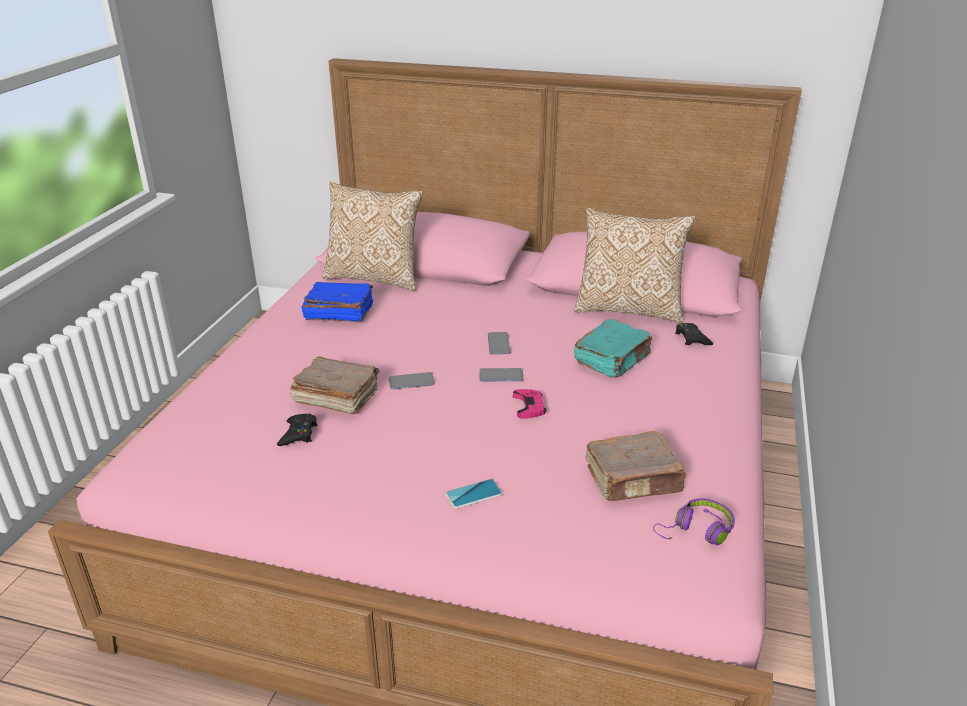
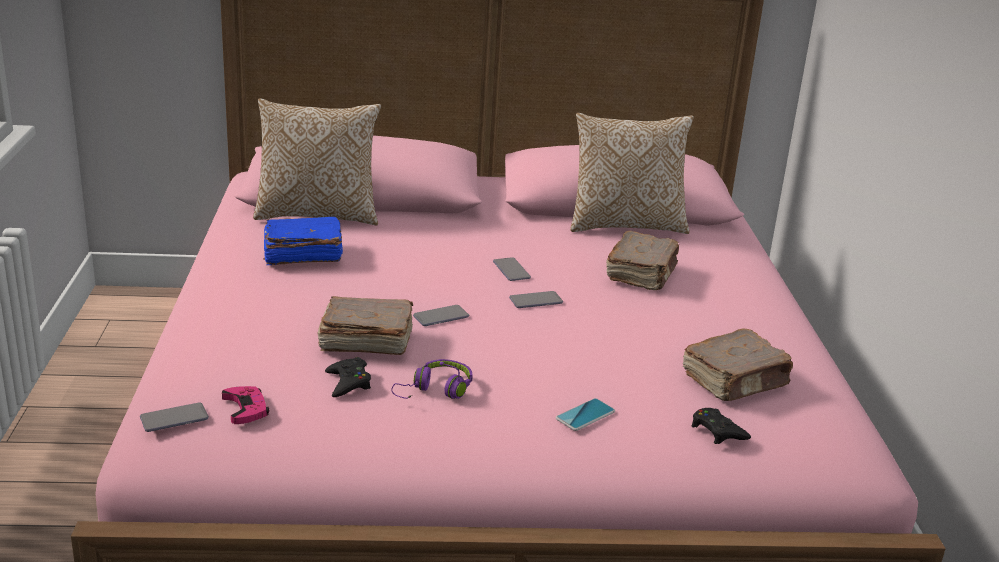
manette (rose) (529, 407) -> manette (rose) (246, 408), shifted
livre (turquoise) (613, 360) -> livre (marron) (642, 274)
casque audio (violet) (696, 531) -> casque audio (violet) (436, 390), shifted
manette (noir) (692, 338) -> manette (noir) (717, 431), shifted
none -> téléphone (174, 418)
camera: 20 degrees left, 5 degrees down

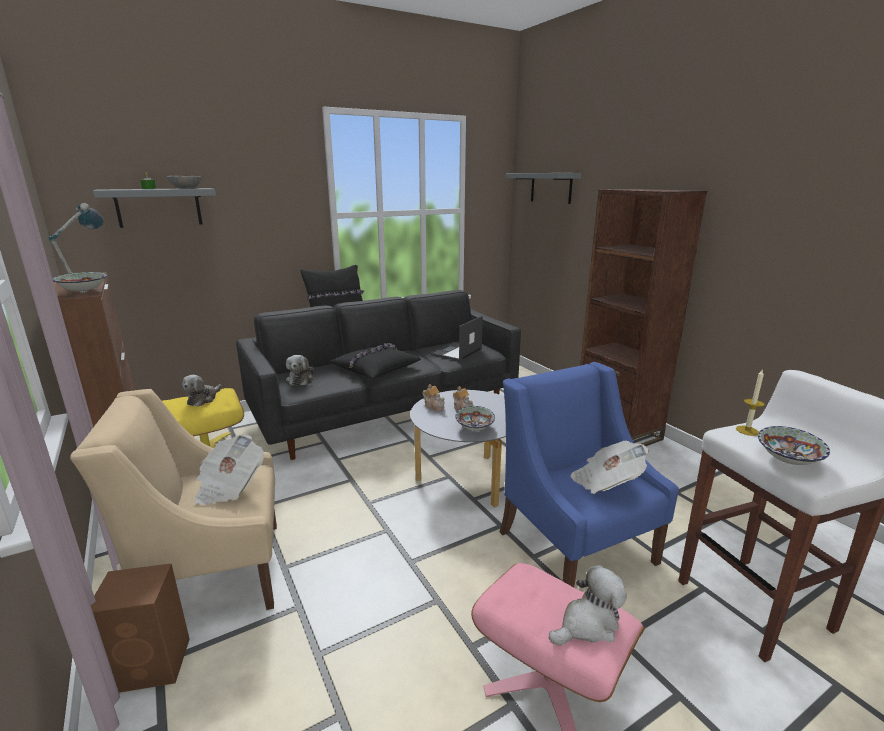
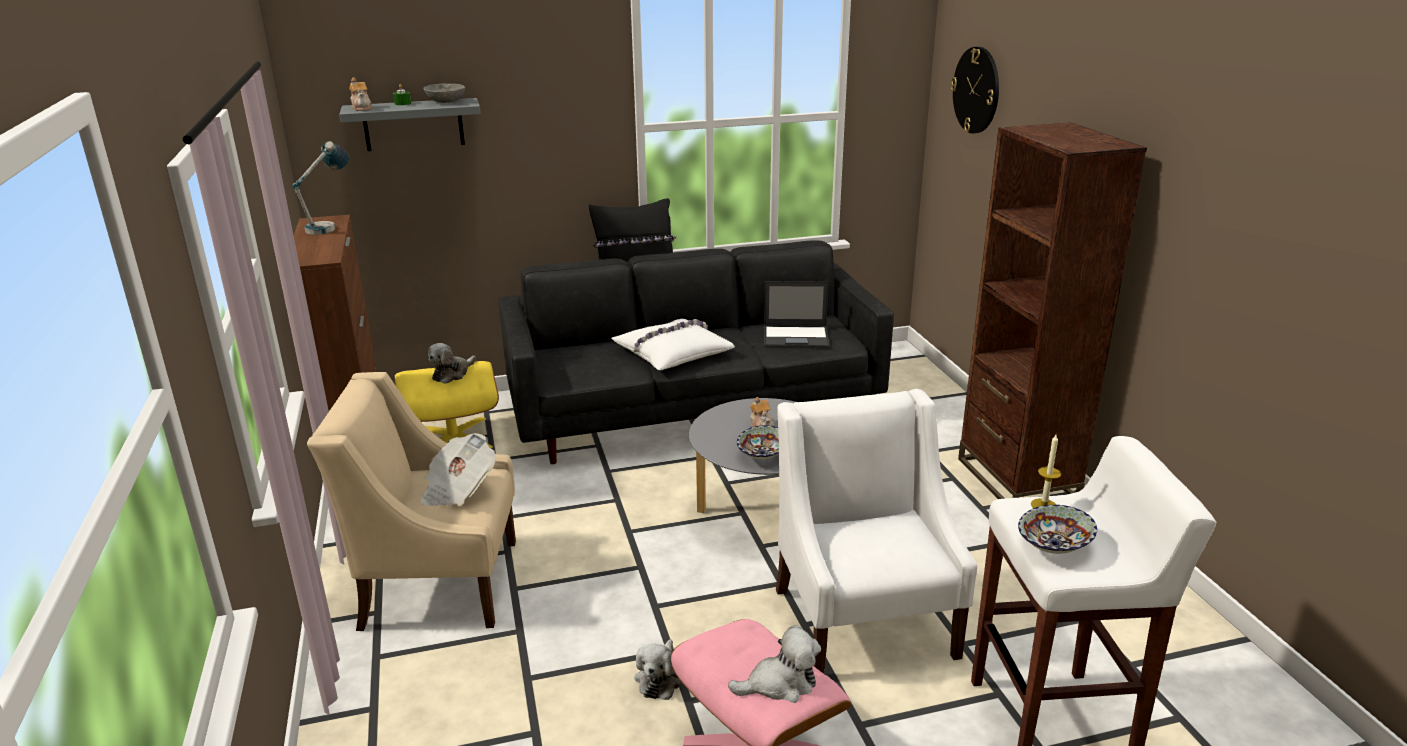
bol (83, 292) -> none
enceinte (marron) (154, 664) -> none
peluche (300, 379) -> peluche (660, 678), shifted
coussin (noir) (375, 368) -> coussin (blanc) (672, 353)
théière (434, 406) -> théière (362, 108), shifted
ordinateur portable (456, 352) -> ordinateur portable (796, 337), 135 degrees counterclockwise
fauteuil (bleu) (575, 545) -> fauteuil (blanc) (864, 620)
étagère (gris) (551, 187) -> horloge murale (976, 90)
journal (606, 482) -> none
camera: 15 degrees right, 5 degrees up

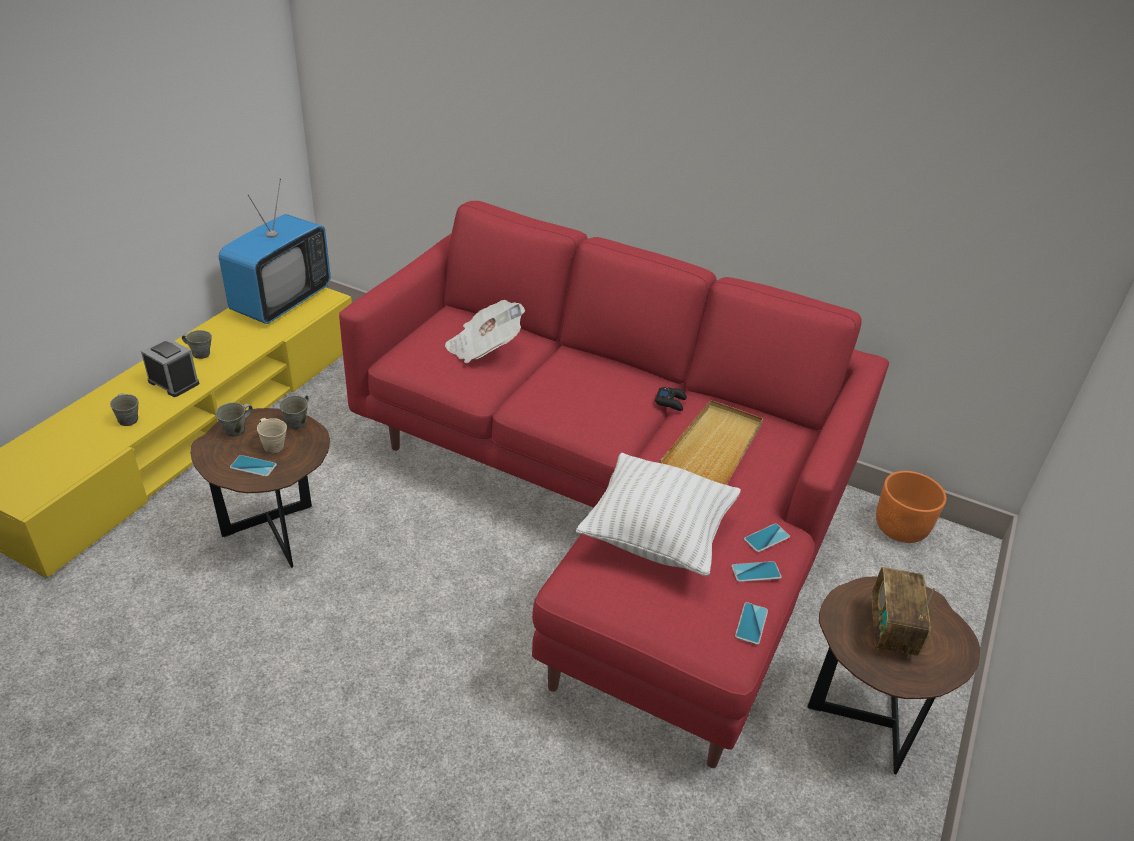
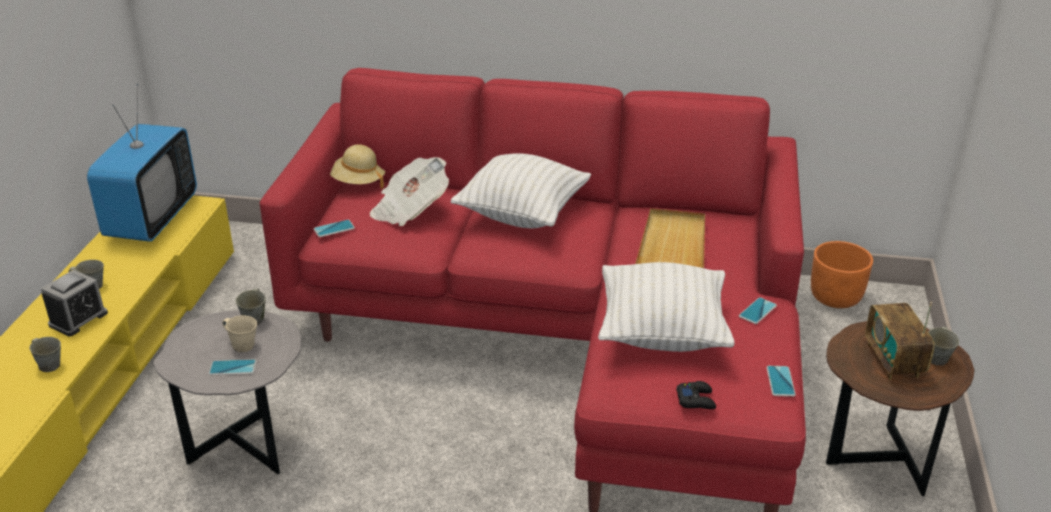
réveil (173, 382) -> réveil (78, 319), 105 degrees clockwise
table d'appoint (marron) (278, 538) -> table d'appoint (gris) (249, 451)
mug (gris) (236, 430) -> mug (gris) (937, 358), shifted
manette (noir) (670, 402) -> manette (noir) (696, 400), shifted
téléphone (756, 572) -> téléphone (334, 229), shifted
none -> chapeau (beige) (358, 182)
none -> coussin (blanc) (522, 214)
camera: 15 degrees left, 5 degrees down

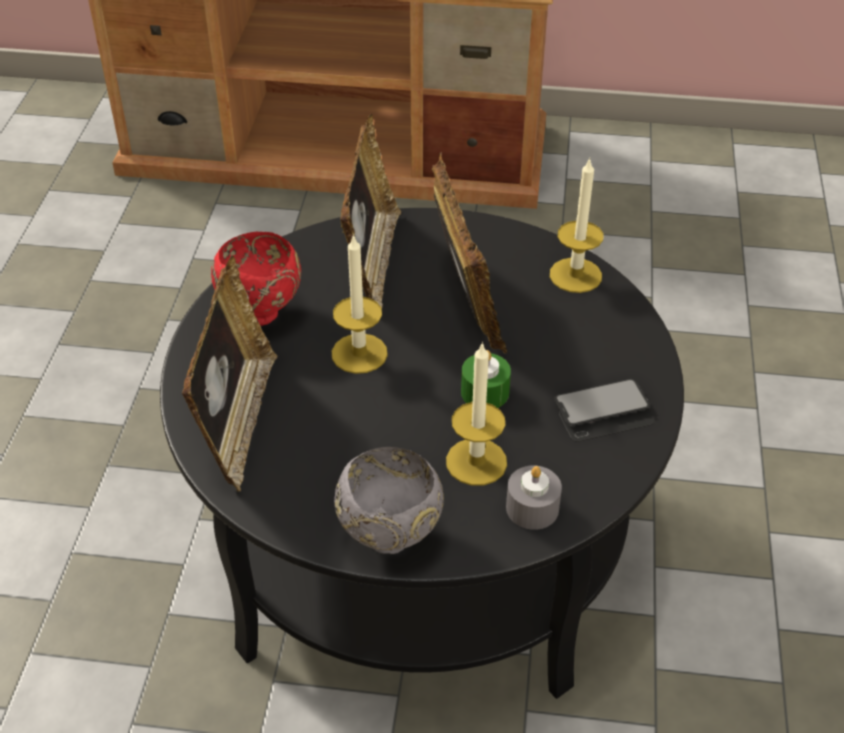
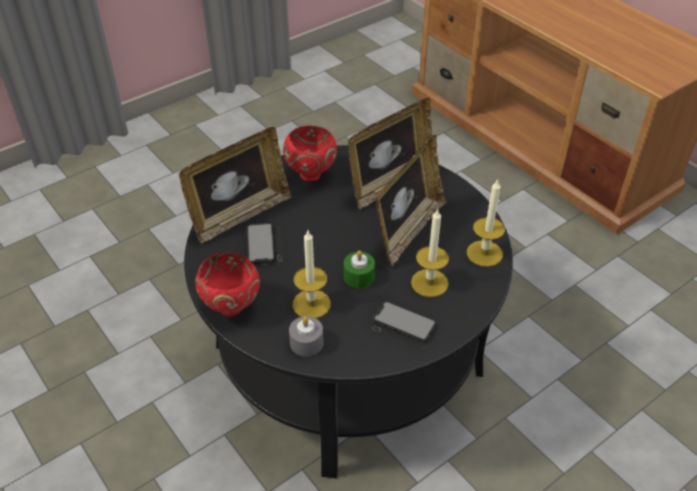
bougie (359, 353) -> bougie (429, 283), shifted
bol (gris) (391, 538) -> bol (rouge) (232, 308)
none -> téléphone (265, 245)
camera: 45 degrees right, 0 degrees up

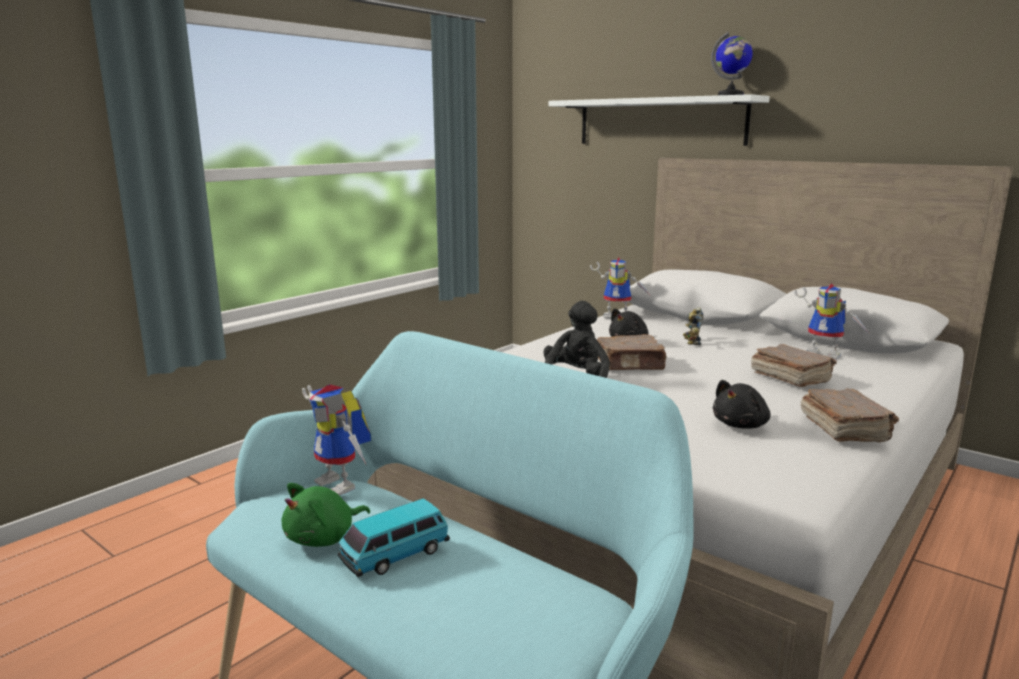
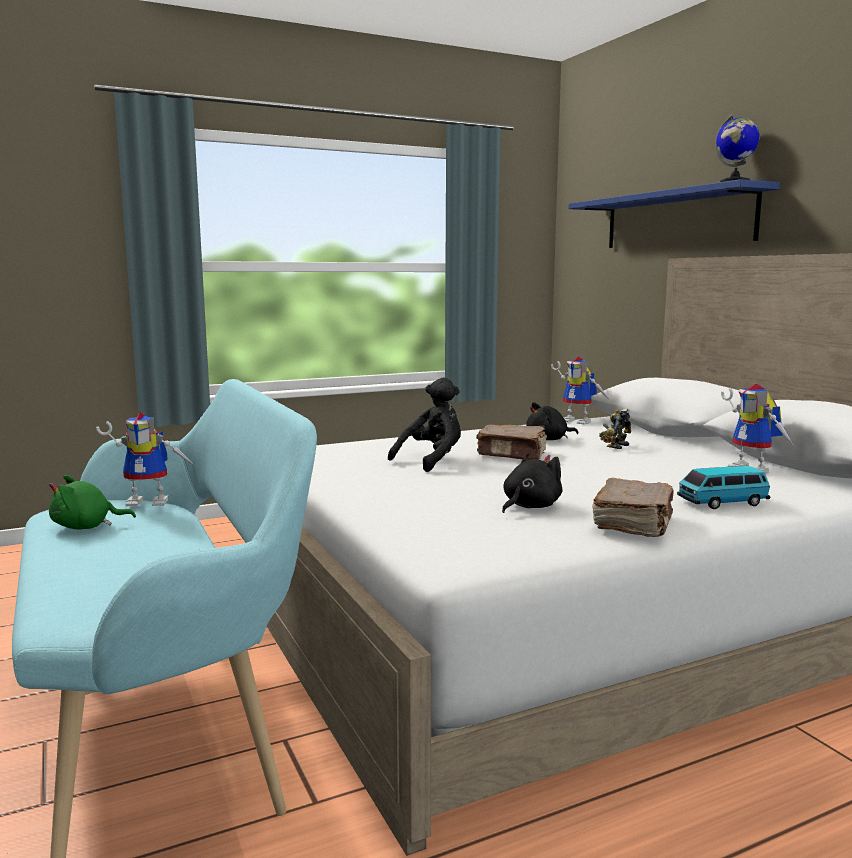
robot jouet (343, 484) -> robot jouet (152, 501), 75 degrees counterclockwise
petite voiture (395, 555) -> petite voiture (722, 503), shifted
étagère (blanc) (660, 122) -> étagère (bleu) (677, 220)
peluche (noir) (741, 425) -> peluche (noir) (529, 506), 150 degrees clockwise
livre (marron) (790, 378) -> none
camera: 25 degrees right, 5 degrees down

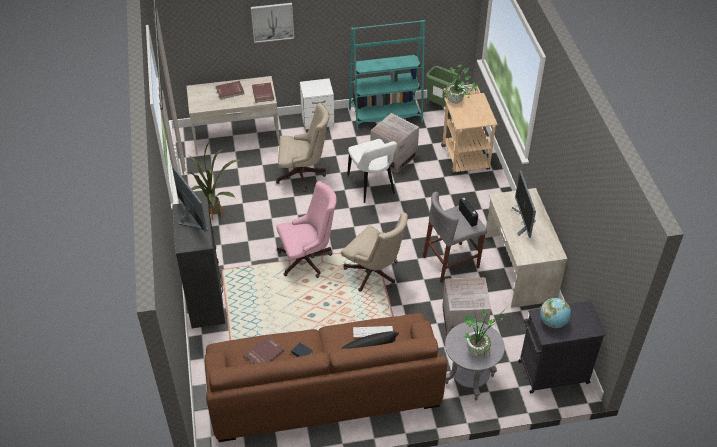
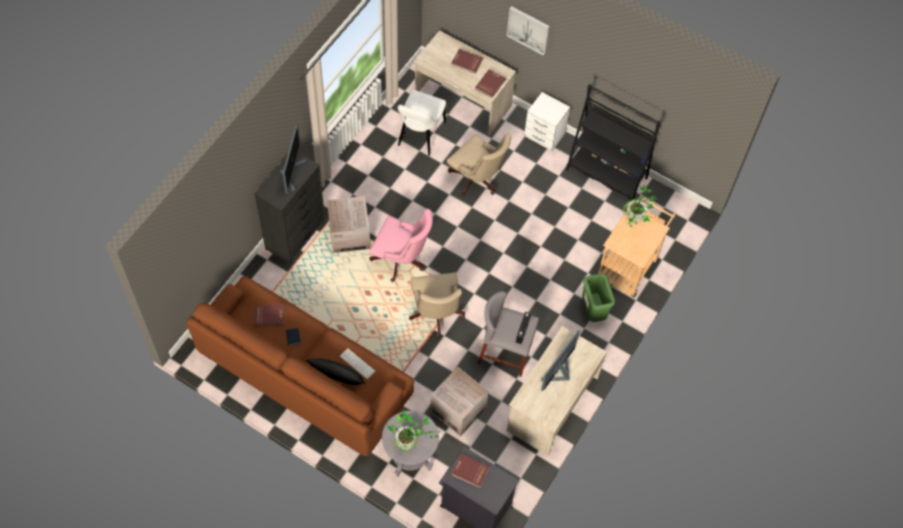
plante en pot (215, 217) -> none
chaise (blanc) (372, 186) -> chaise (blanc) (420, 136), shifted
bibliothèque (turquoise) (385, 115) -> bibliothèque (noir) (606, 174)
carton (393, 156) -> carton (349, 235), shifted
poubelle (vert) (441, 106) -> poubelle (vert) (593, 312), shifted
globe (553, 322) -> livre (rouge) (470, 471)
camera: 40 degrees right, 15 degrees up

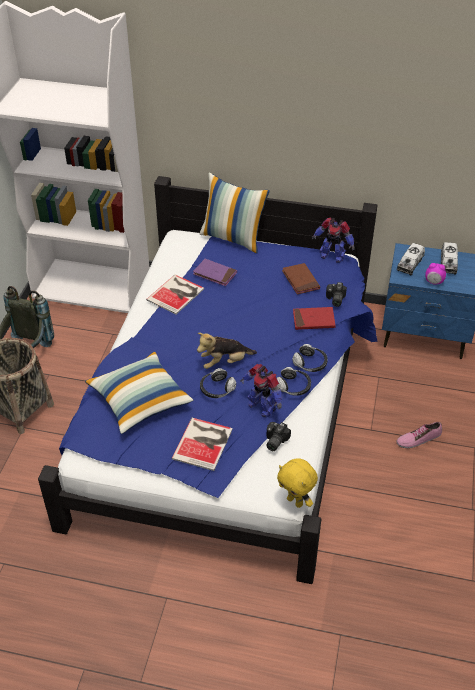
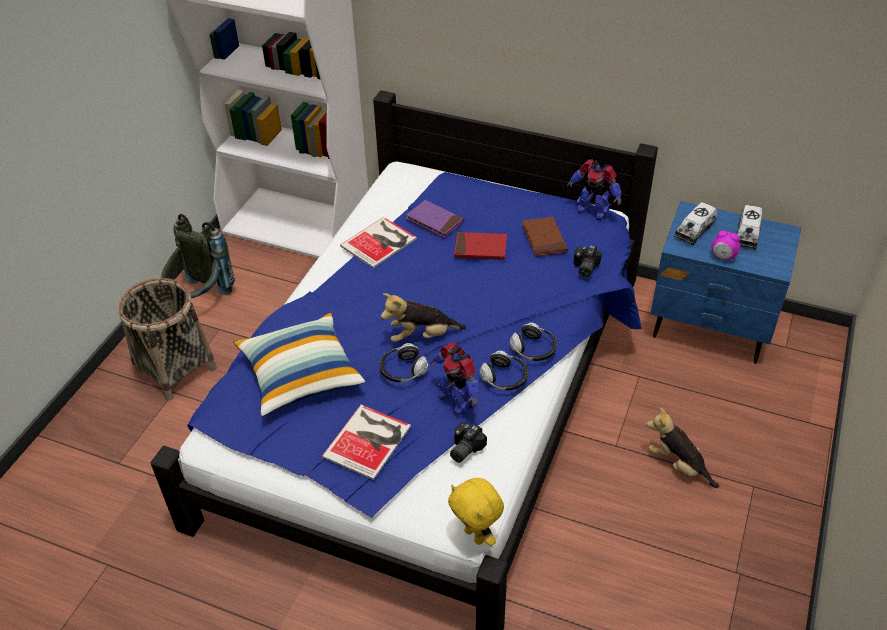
coussin (233, 238) -> none
livre (rouge) (313, 320) -> livre (rouge) (480, 248), shifted
chaussure (418, 438) -> peluche (678, 465)
camera: 10 degrees right, 0 degrees up

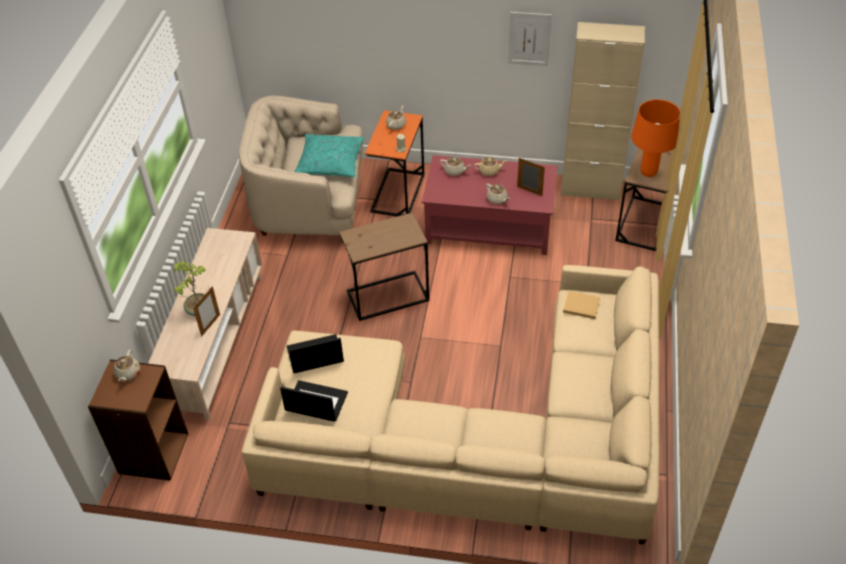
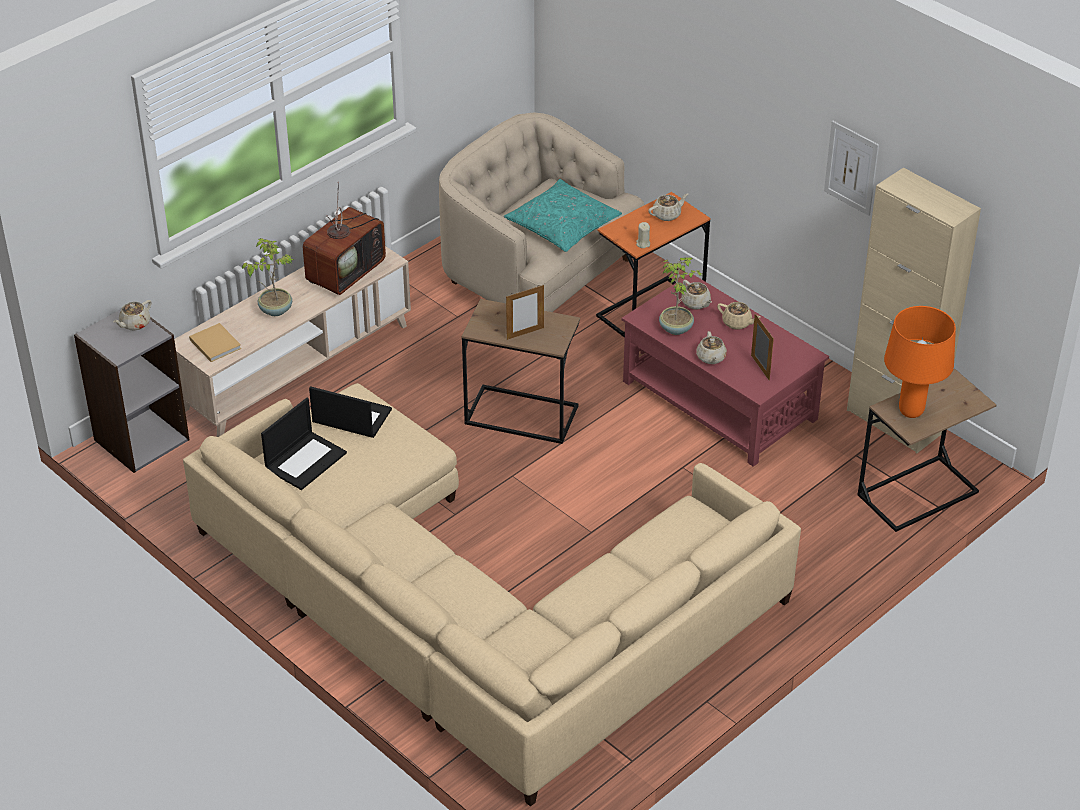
bibliothèque (marron) (153, 453) -> bibliothèque (gris) (141, 439)
cadre photo (210, 325) -> cadre photo (525, 333), shifted
ordinateur portable (315, 402) -> ordinateur portable (305, 460), 75 degrees clockwise
livre (beige) (580, 305) -> livre (beige) (214, 343), shifted
none -> téléviseur (345, 271)
none -> plante en pot (676, 328)
camera: 35 degrees right, 5 degrees down

